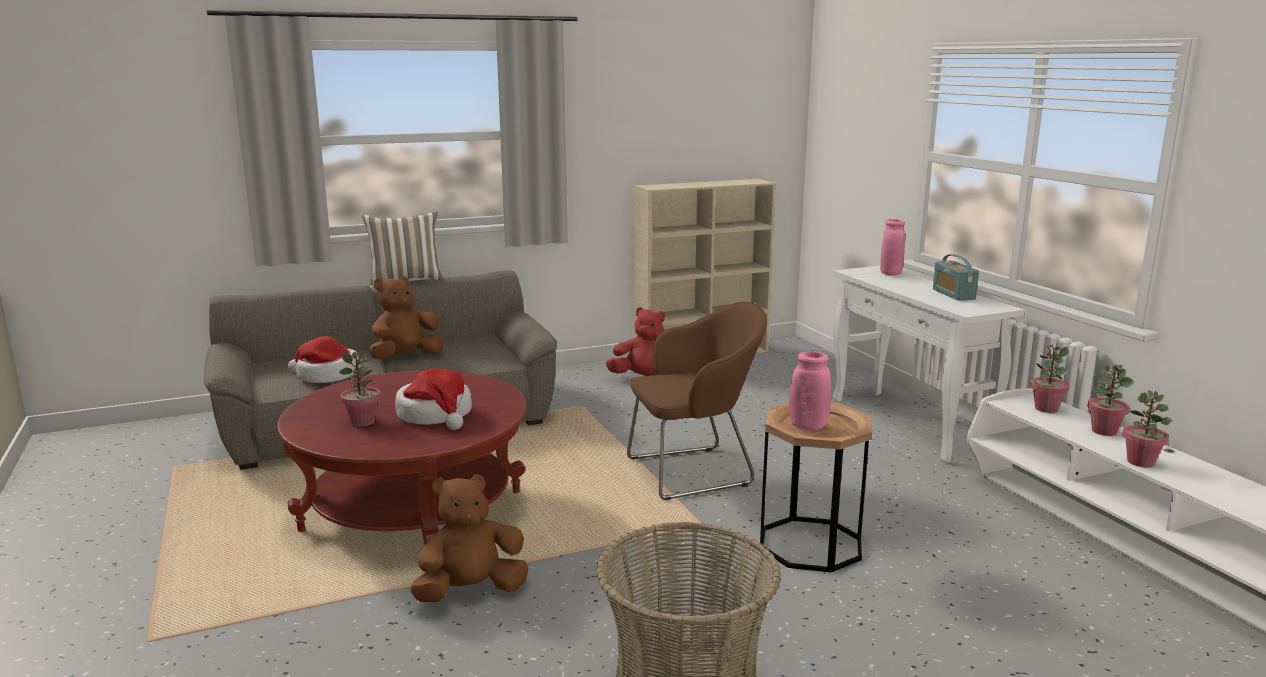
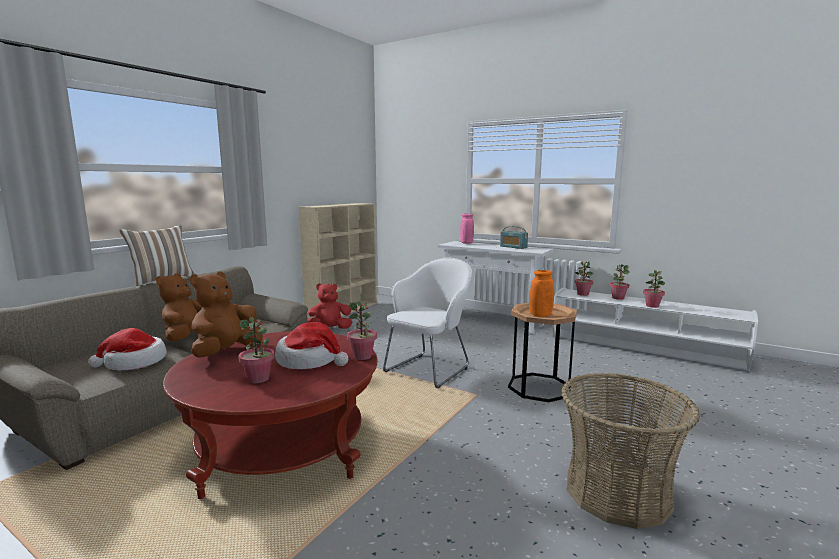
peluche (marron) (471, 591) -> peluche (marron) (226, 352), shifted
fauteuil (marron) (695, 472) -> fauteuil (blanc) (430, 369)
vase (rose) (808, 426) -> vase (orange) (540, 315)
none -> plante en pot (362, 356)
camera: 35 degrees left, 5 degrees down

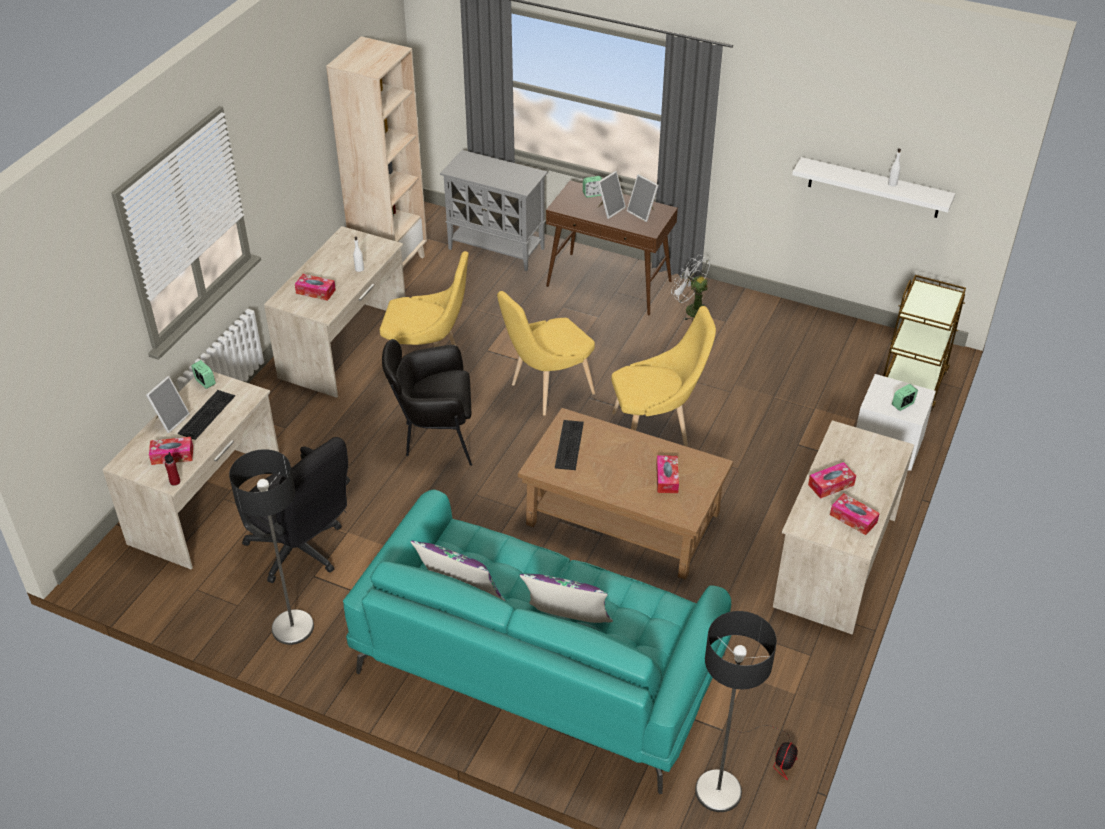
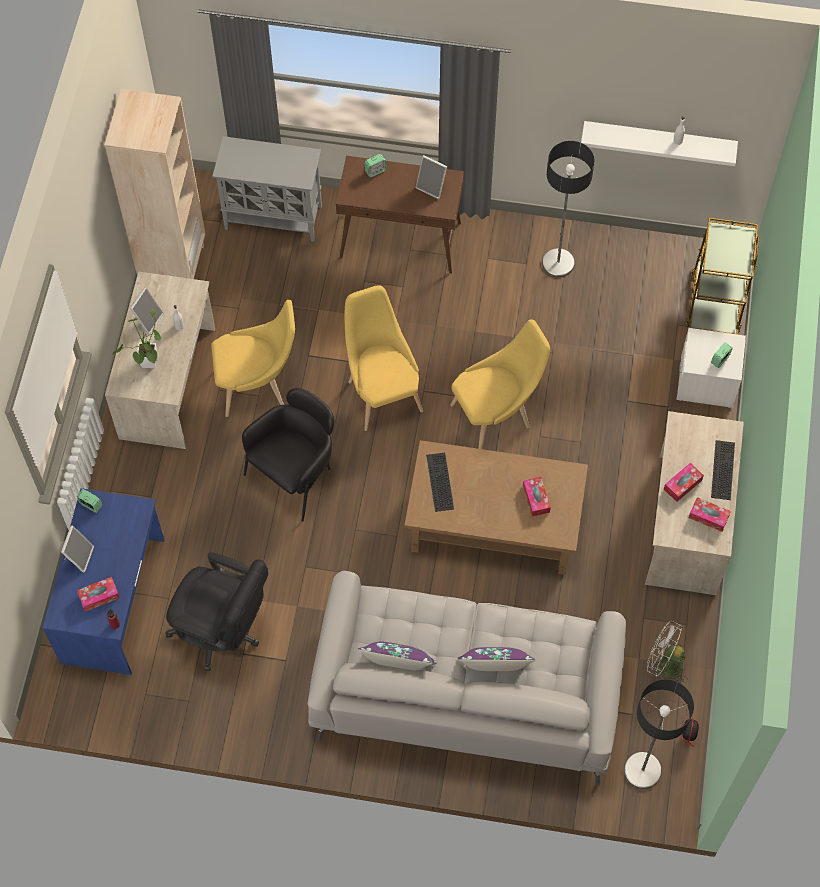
bureau (beige) (207, 503) -> bureau (bleu) (114, 601)
clavier (206, 413) -> clavier (721, 469), shifted
lampadaire (293, 627) -> lampadaire (558, 263), shifted
boîte à mouchoirs (315, 291) -> plante en pot (148, 366)
canapé (turquoise) (538, 663) -> canapé (gris) (465, 691)
fauteuil (noir) (434, 438) -> fauteuil (noir) (296, 474), 150 degrees clockwise
chaise (jaune) (547, 390) -> chaise (jaune) (382, 392), 120 degrees clockwise
cadre photo (610, 209) -> cadre photo (147, 320), shifted
ventilateur (blanc) (691, 309) -> ventilateur (blanc) (664, 665), shifted
camera: 15 degrees left, 20 degrees up

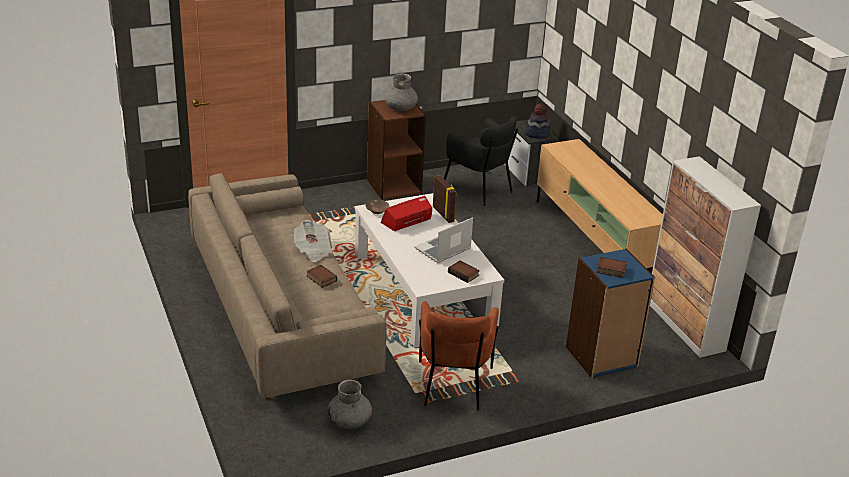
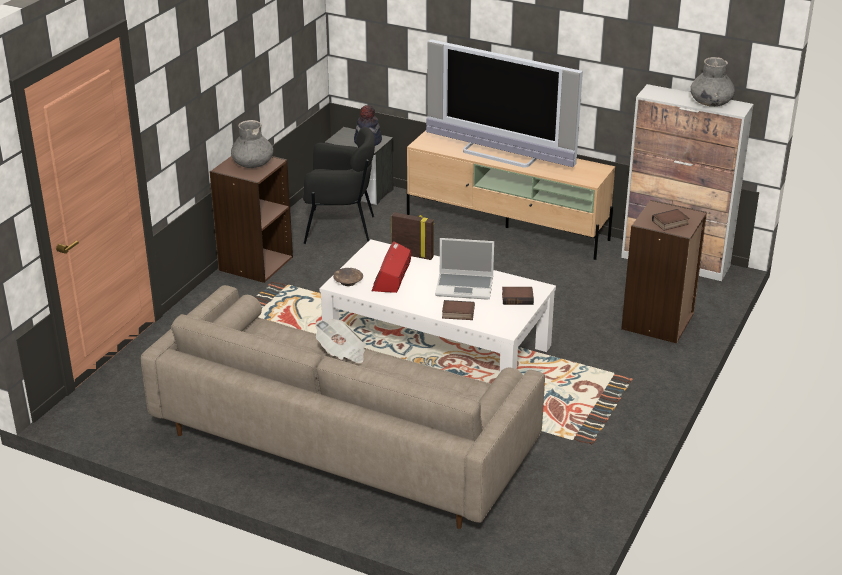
livre (320, 279) -> livre (457, 313), shifted
vase (gris) (349, 420) -> vase (gris) (710, 102), shifted
ordinateur portable (443, 250) -> ordinateur portable (465, 287), 90 degrees counterclockwise
fauteuil (marron) (453, 386) -> none
bibliothèque (bleu) (602, 357) -> bibliothèque (marron) (658, 321)
none -> téléviseur (500, 154)
camera: 40 degrees left, 0 degrees up

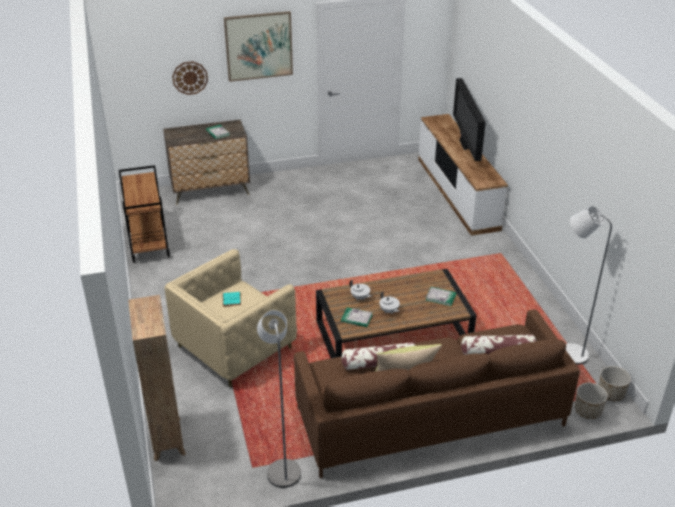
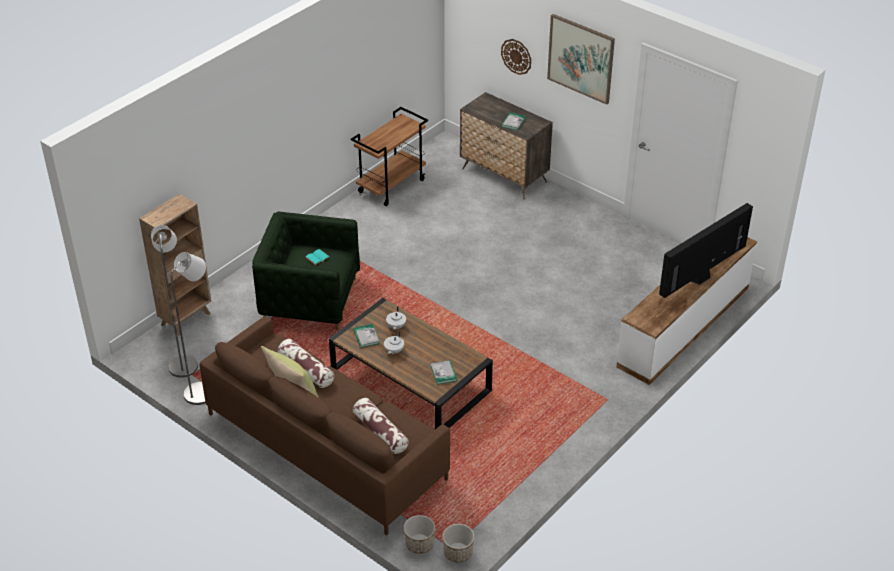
fauteuil (beige) (234, 347) -> fauteuil (vert) (310, 300)
lampadaire (gris) (567, 353) -> lampadaire (gris) (183, 363), shifted
camera: 55 degrees right, 5 degrees up

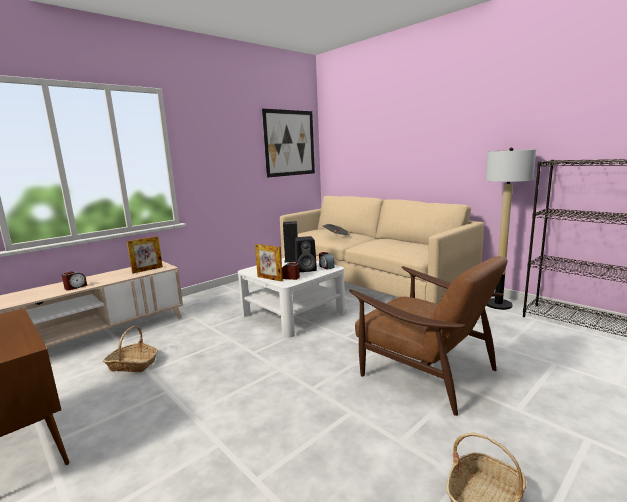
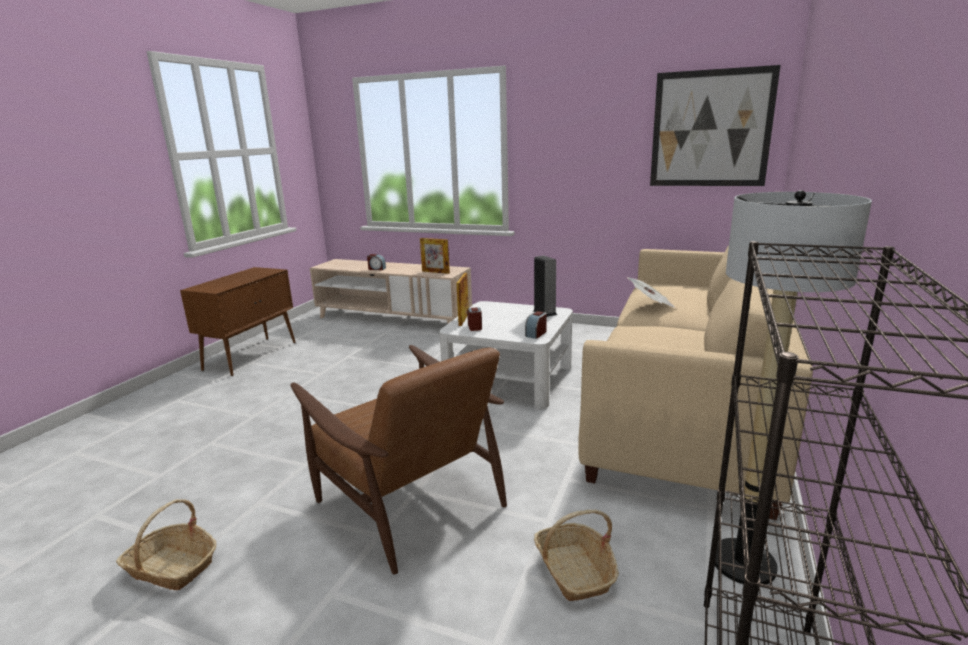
panier (132, 365) -> panier (574, 571), shifted
enceinte (noir) (306, 269) -> none
fauteuil (marron) (424, 370) -> fauteuil (marron) (408, 499), 60 degrees counterclockwise
camera: 65 degrees right, 5 degrees up

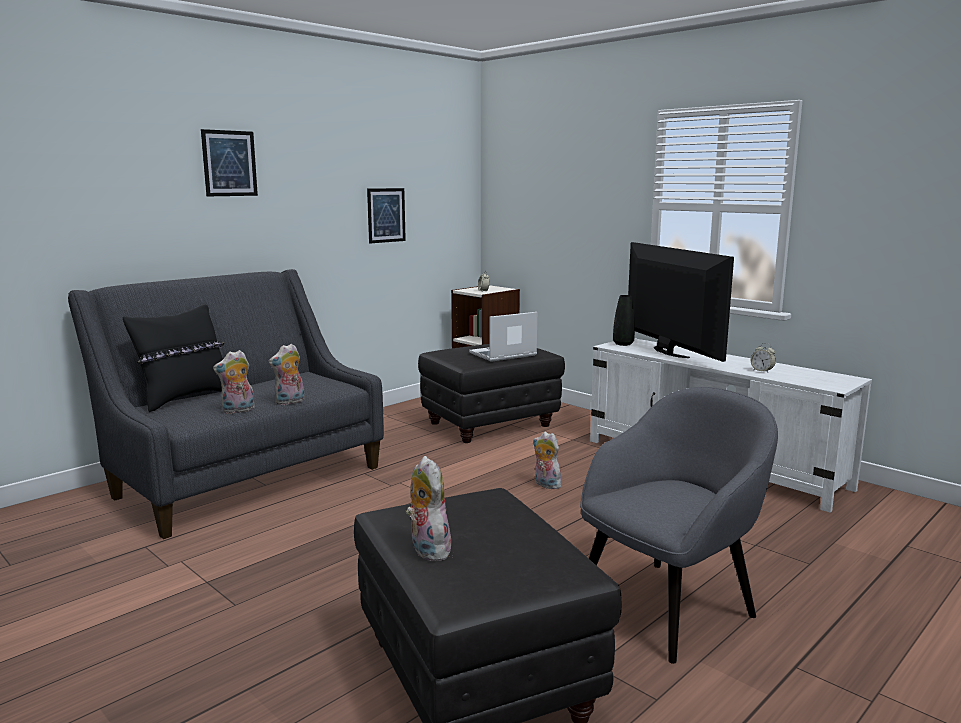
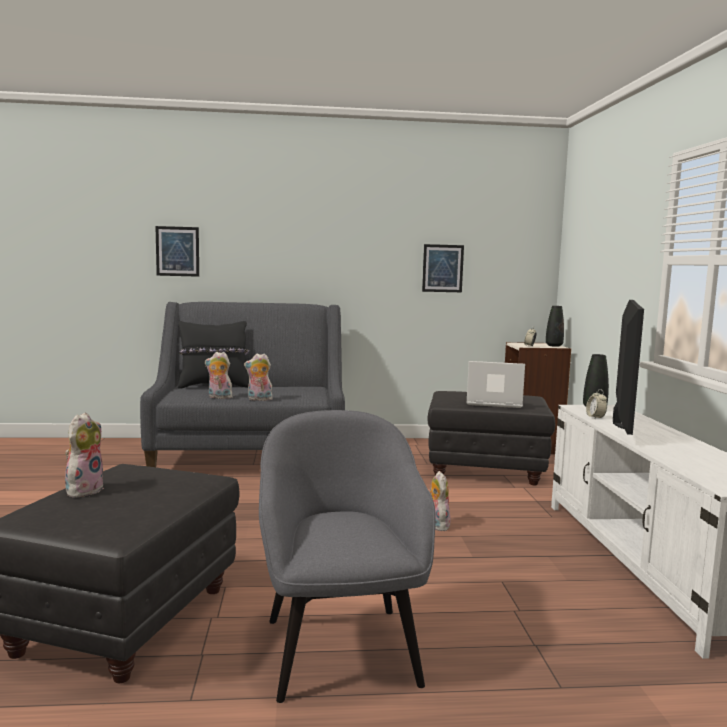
tableau (229, 163) -> tableau (177, 251), shifted
fauteuil (gris) (667, 607) -> fauteuil (gris) (340, 648), 105 degrees counterclockwise
réveil (762, 371) -> réveil (595, 417), shifted
none -> vase (noir) (554, 345)
camera: 40 degrees right, 5 degrees down

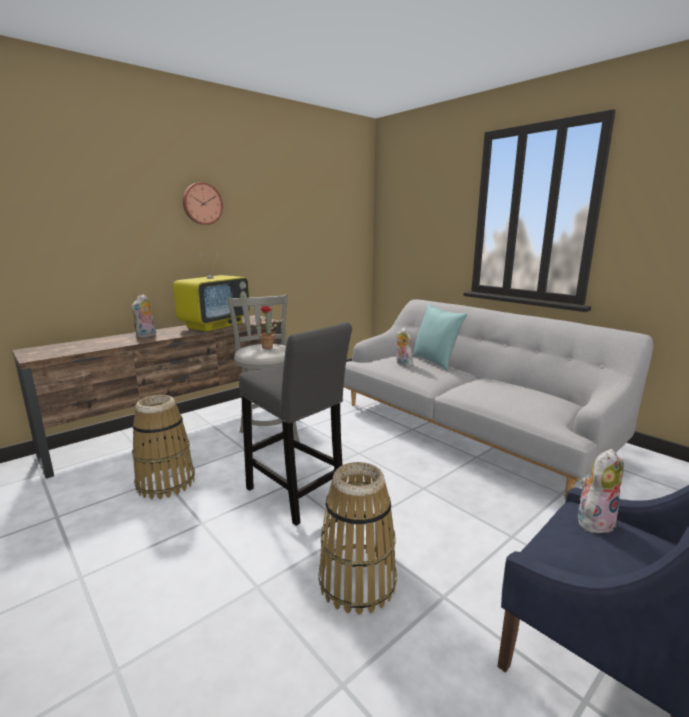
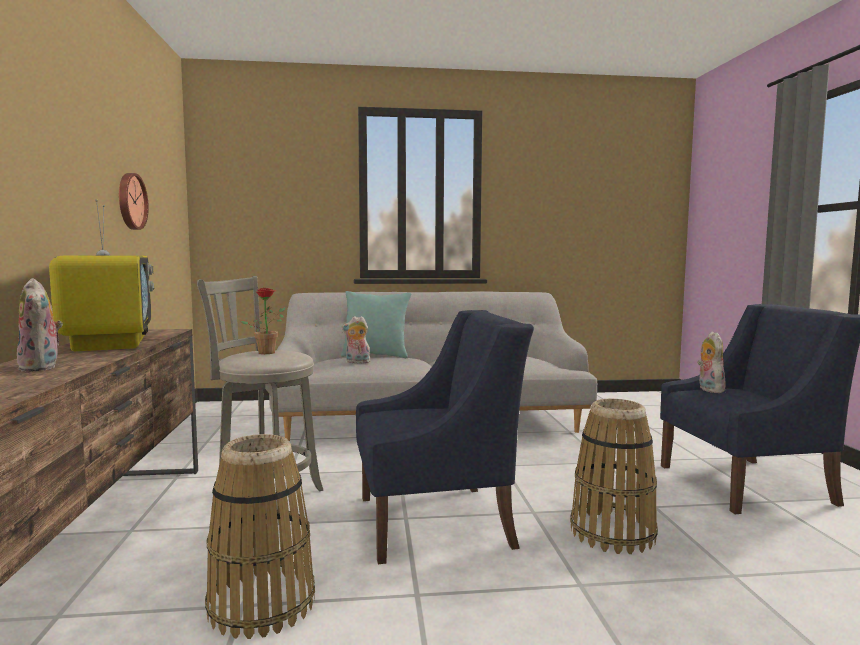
horloge murale (202, 204) -> horloge murale (130, 201), shifted
tabouret (gris) (297, 495) -> fauteuil (bleu) (436, 521)
camera: 55 degrees left, 10 degrees down

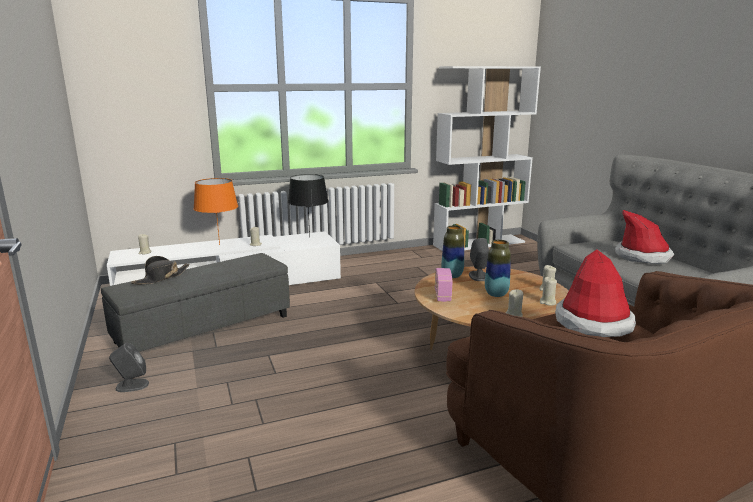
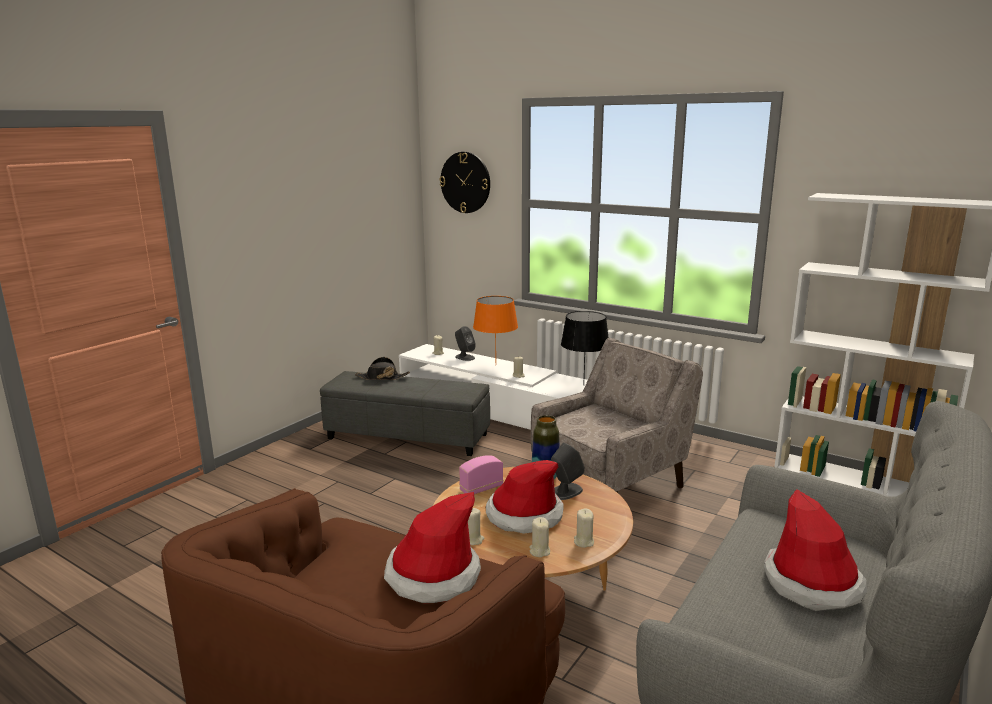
enceinte (gris) (131, 385) -> enceinte (gris) (464, 357), shifted
vase (496, 294) -> chapeau (524, 515)
none -> horloge murale (465, 182)
none -> fauteuil (beige) (611, 485)
camera: 55 degrees right, 0 degrees up

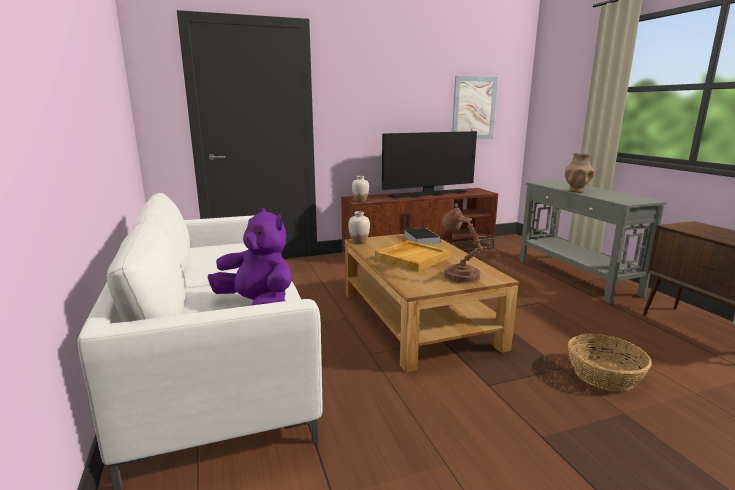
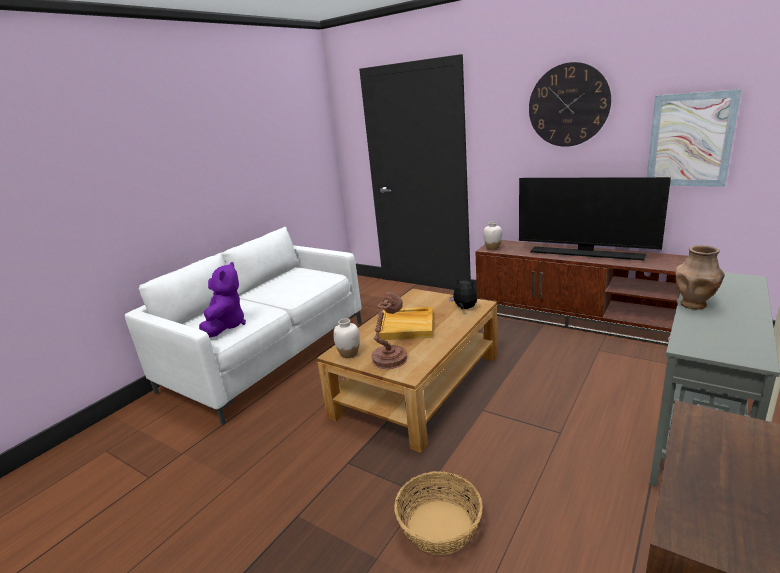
vase (blanc) (359, 242) -> vase (blanc) (349, 354), shifted
livre (420, 239) -> peluche (464, 308)
none -> horloge murale (568, 105)
camera: 55 degrees right, 5 degrees up

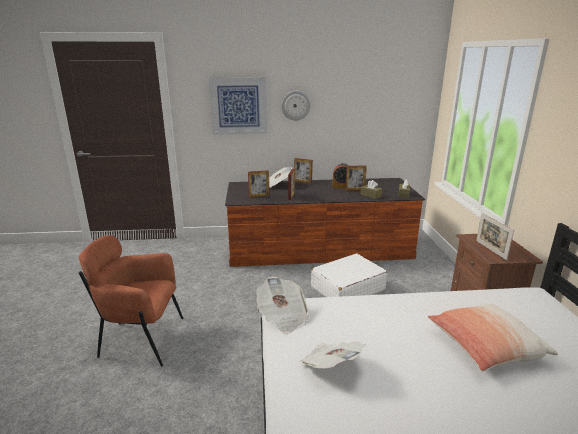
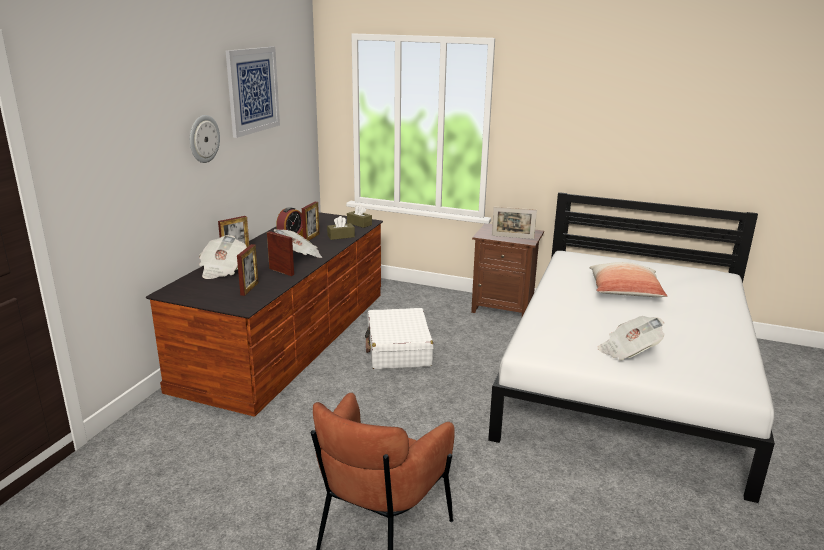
tableau (238, 106) -> tableau (253, 90), shifted
journal (282, 316) -> journal (299, 255), shifted
camera: 65 degrees left, 0 degrees up

